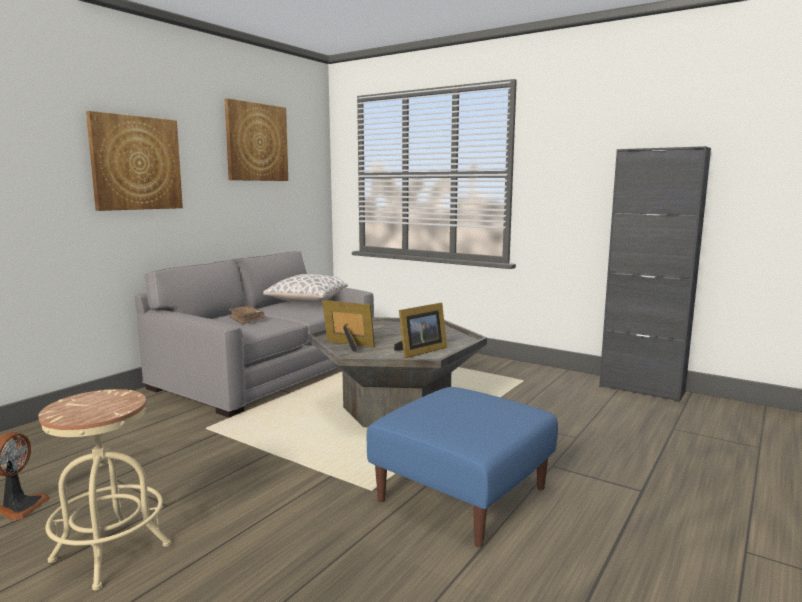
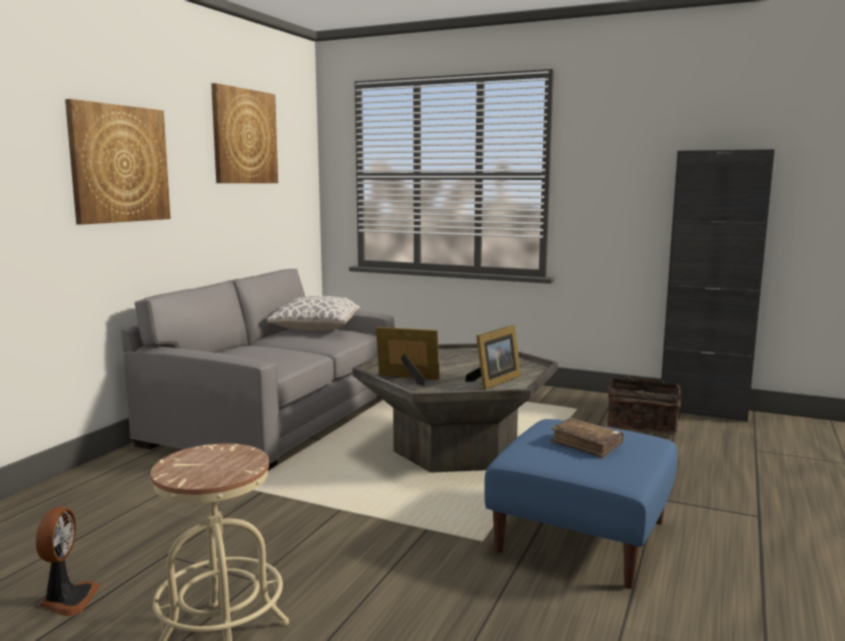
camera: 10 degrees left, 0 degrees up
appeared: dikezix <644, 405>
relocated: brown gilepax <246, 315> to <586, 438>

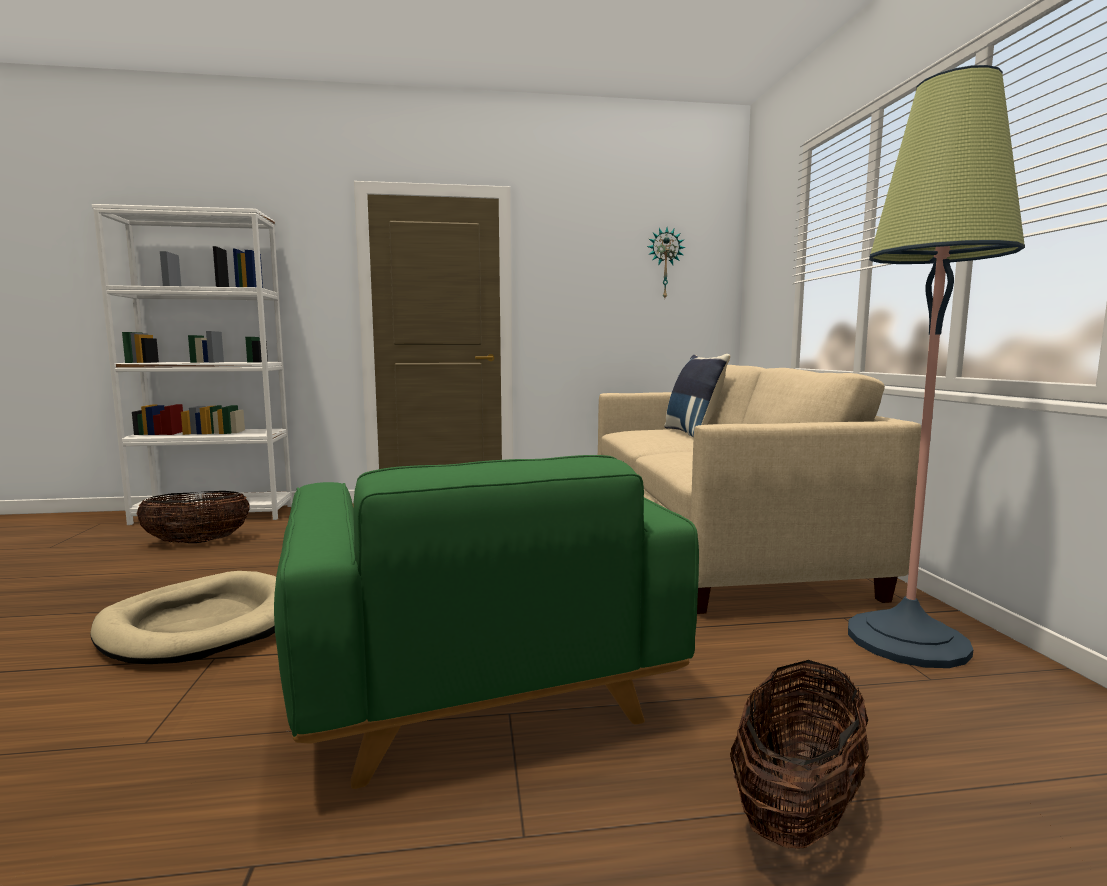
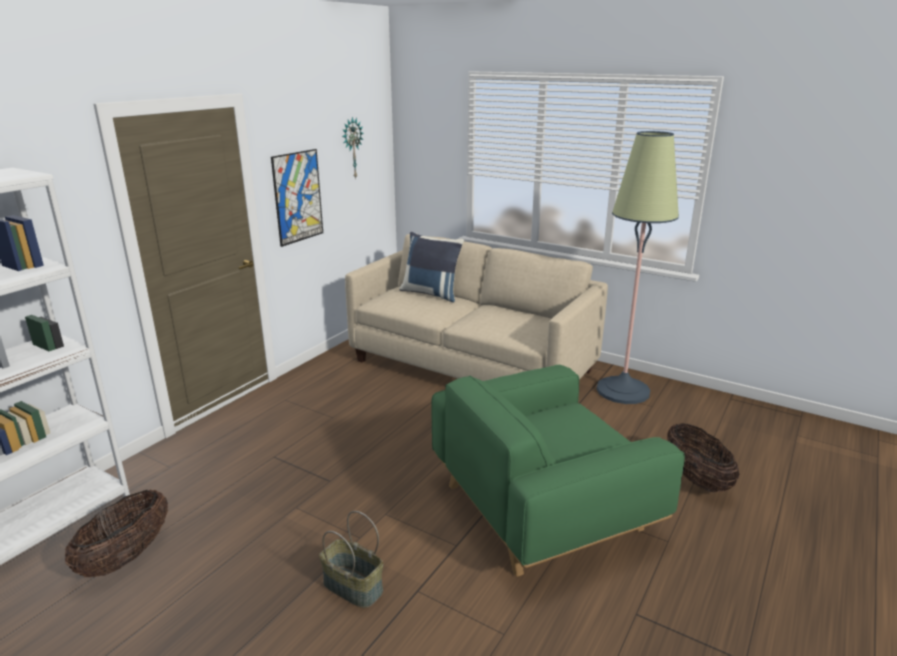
camera: 50 degrees left, 15 degrees up
appeared: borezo <297, 198>
exchanged: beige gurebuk <183, 617> to dikezix <351, 559>
spun: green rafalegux <486, 622> = <558, 471> 135 degrees clockwise

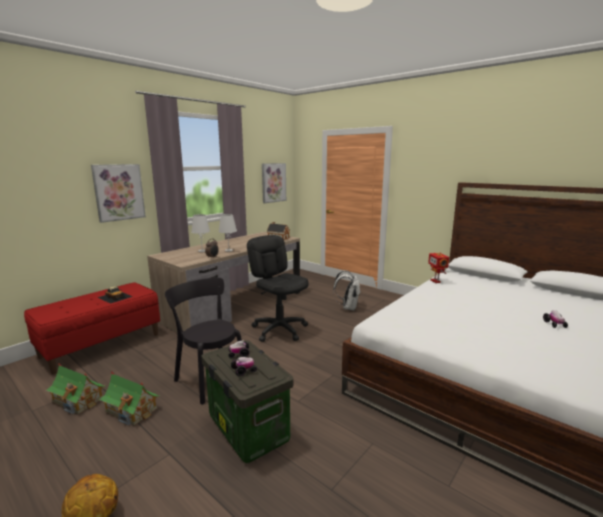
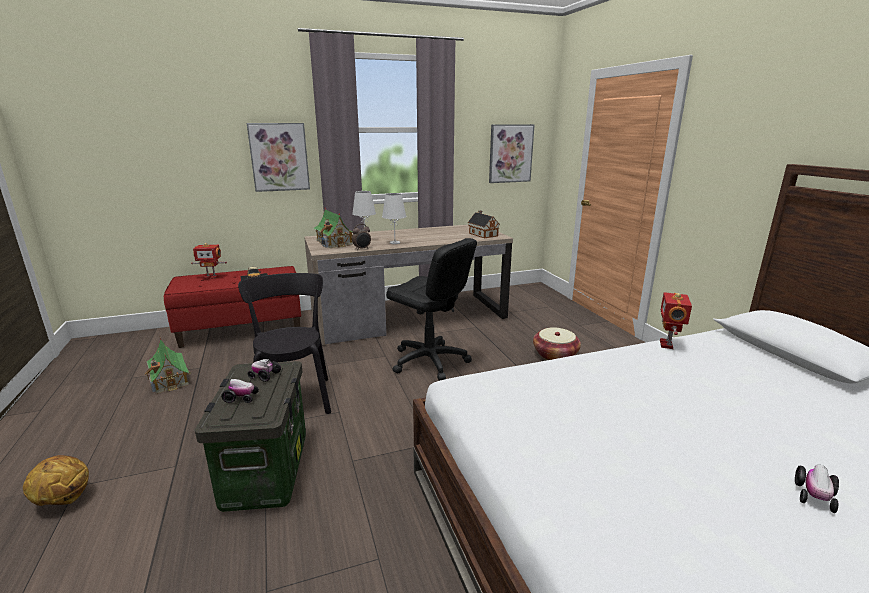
camera: 30 degrees right, 5 degrees up
appeared: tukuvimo <209, 261>
relocated: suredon <129, 399> to <333, 228>
exchanged: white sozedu <346, 290> to dikezix <557, 343>
spun: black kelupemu <278, 288> = <431, 309> 135 degrees clockwise

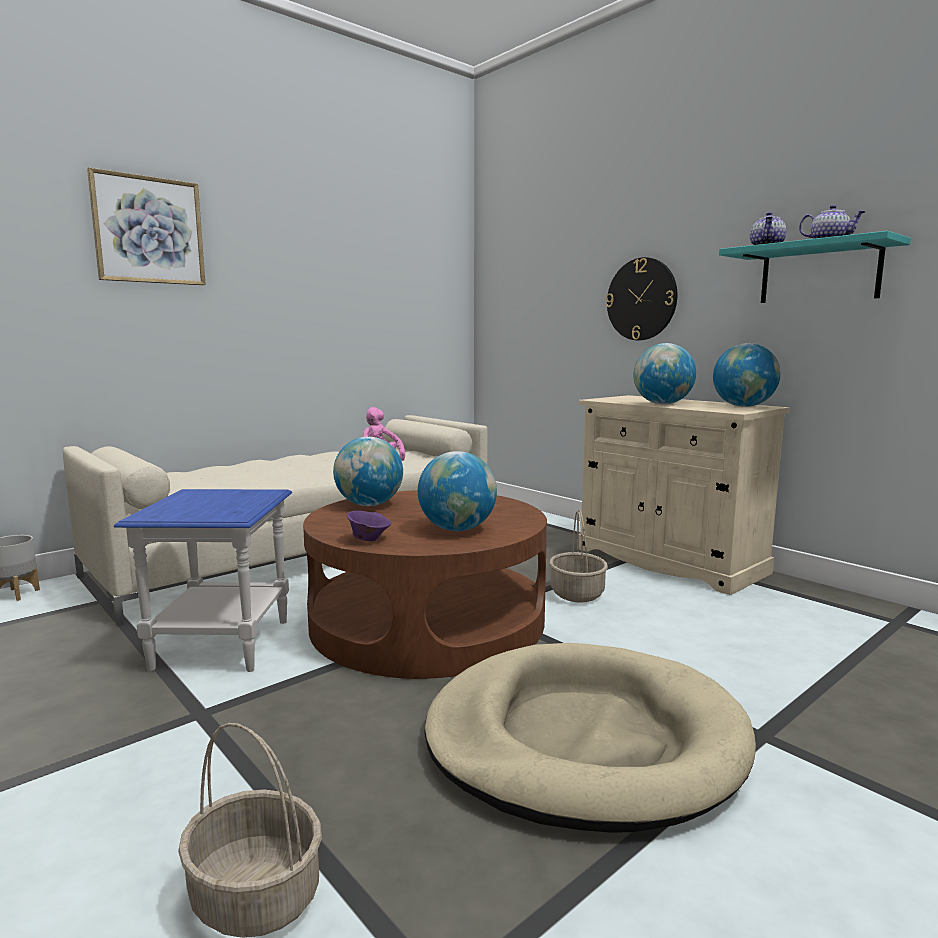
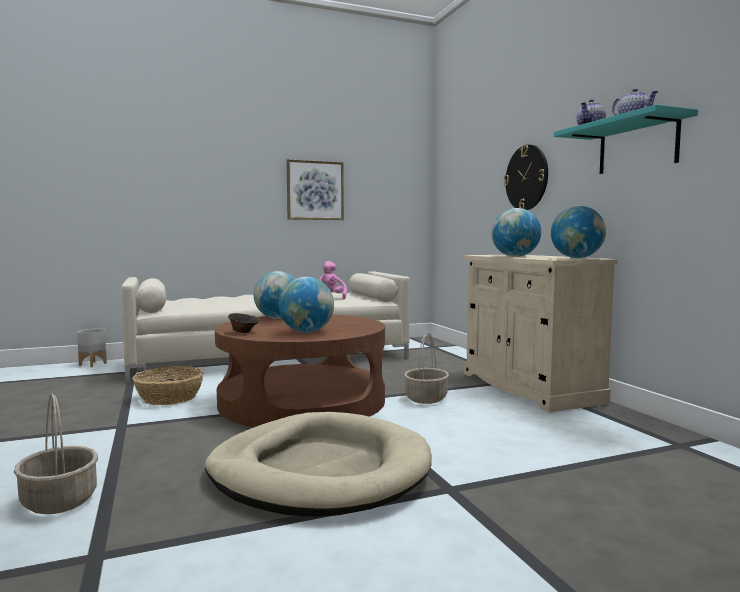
camera: 20 degrees right, 5 degrees down
relocated: borezo <146, 226> to <315, 189>
exchanged: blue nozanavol <203, 580> to dikezix <168, 385>
colour: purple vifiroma <369, 526> to brown vifiroma <243, 323>

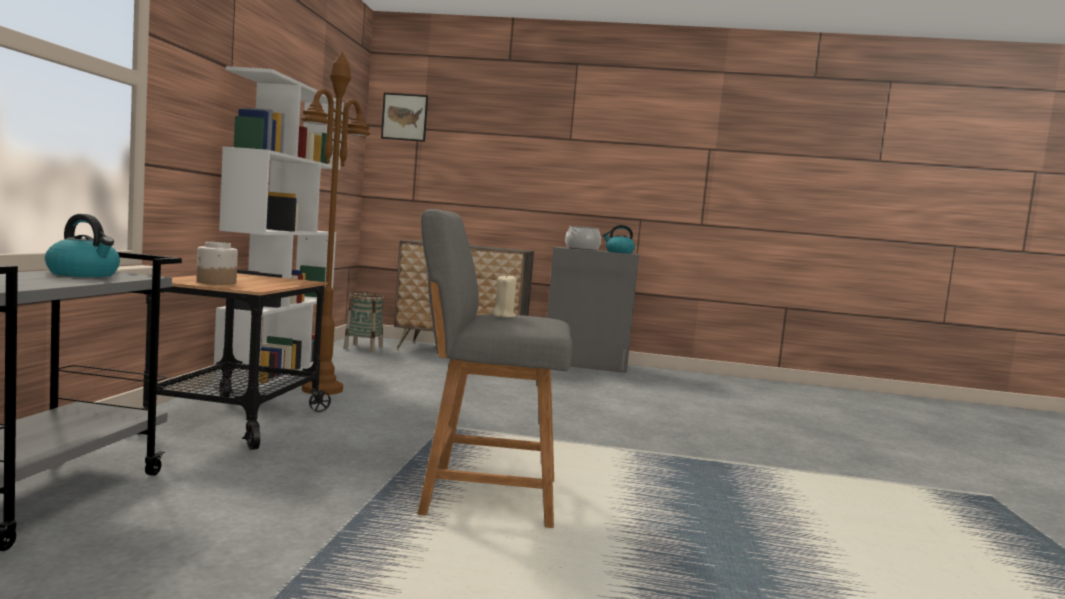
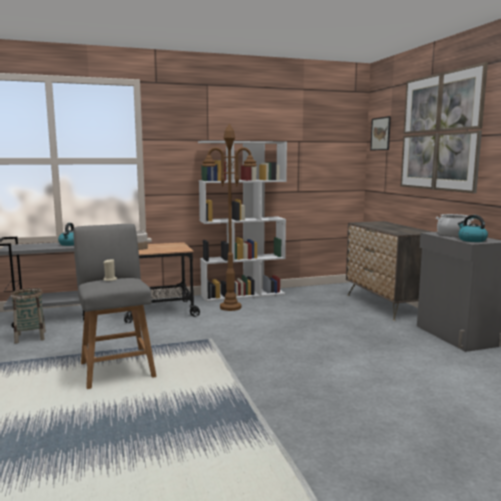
camera: 65 degrees right, 5 degrees up
appeared: borezo <444, 127>
relocated: dikezix <364, 322> to <28, 316>

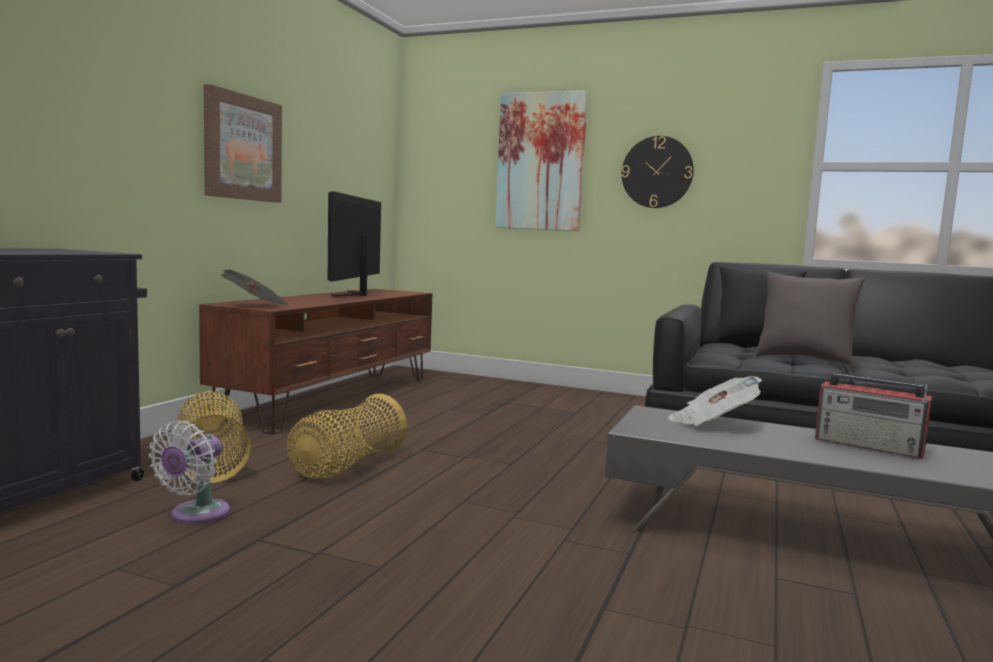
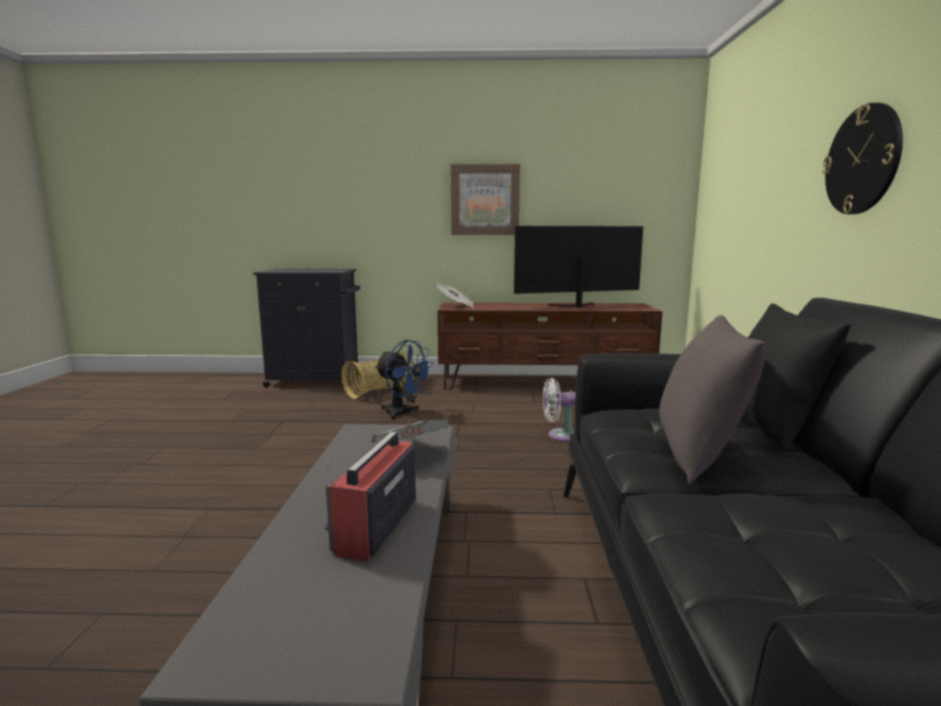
camera: 70 degrees right, 5 degrees up
missing: borezo <541, 160>
relocated: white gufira <189, 472> to <559, 410>
exchanged: dikezix <347, 436> to blue gufira <404, 380>

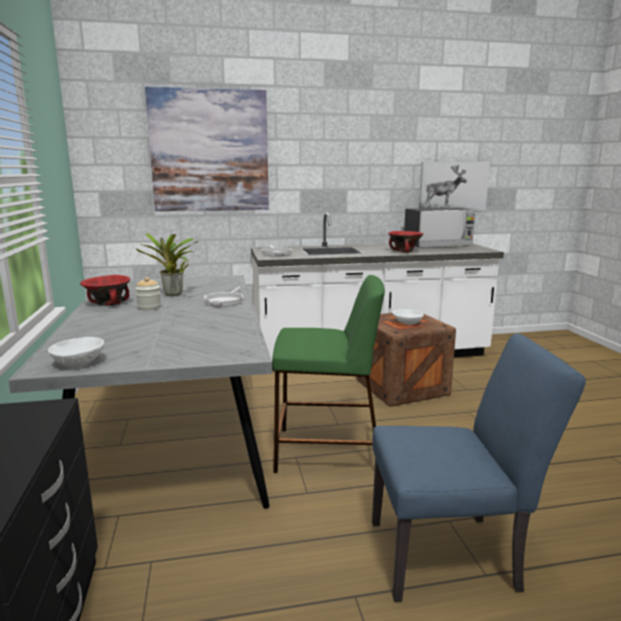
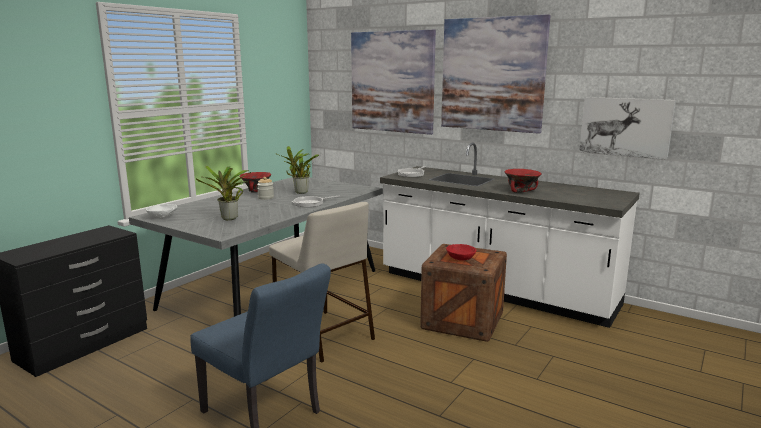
camera: 45 degrees right, 0 degrees up
missing: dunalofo <439, 228>
appeared: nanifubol <223, 193>; borezo <496, 74>
colour: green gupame <328, 374> to beige gupame <322, 282>; white vifiroma <408, 317> to red vifiroma <461, 252>

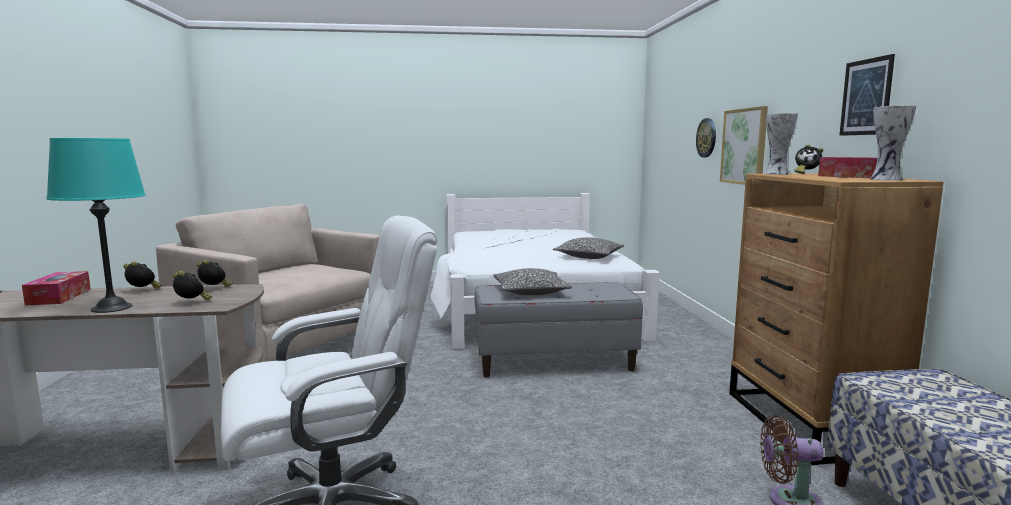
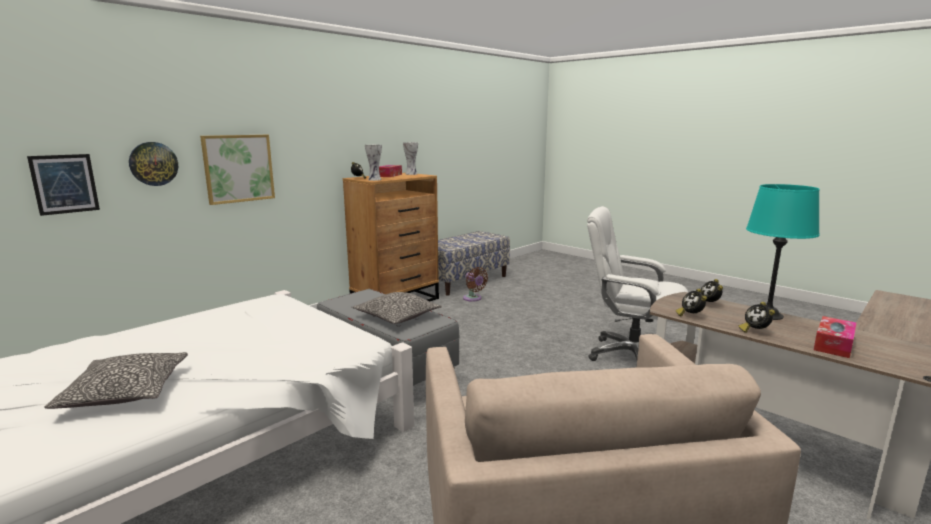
camera: 130 degrees left, 5 degrees up
relocated: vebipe <588, 248> to <116, 380>; borezo <867, 95> to <63, 185>

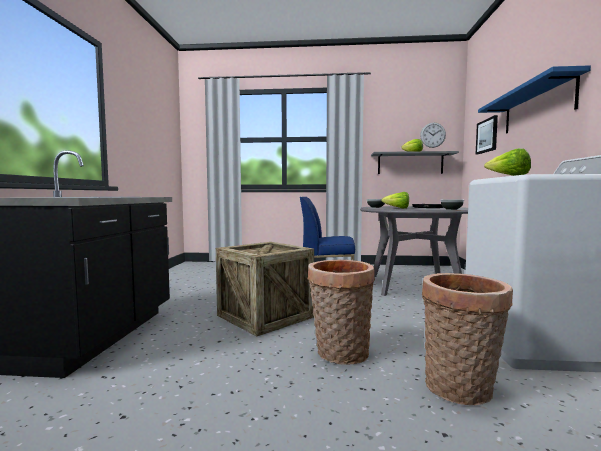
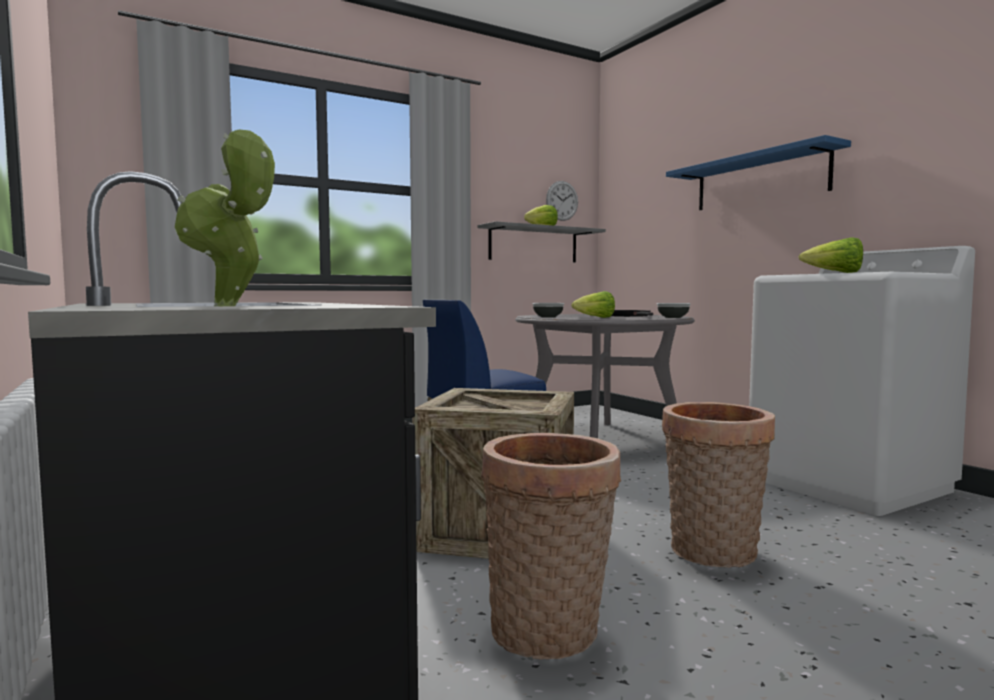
camera: 35 degrees left, 0 degrees up
missing: borezo <487, 134>
appeared: nanifubol <225, 217>
relocated: dikezix <467, 339> to <551, 546>

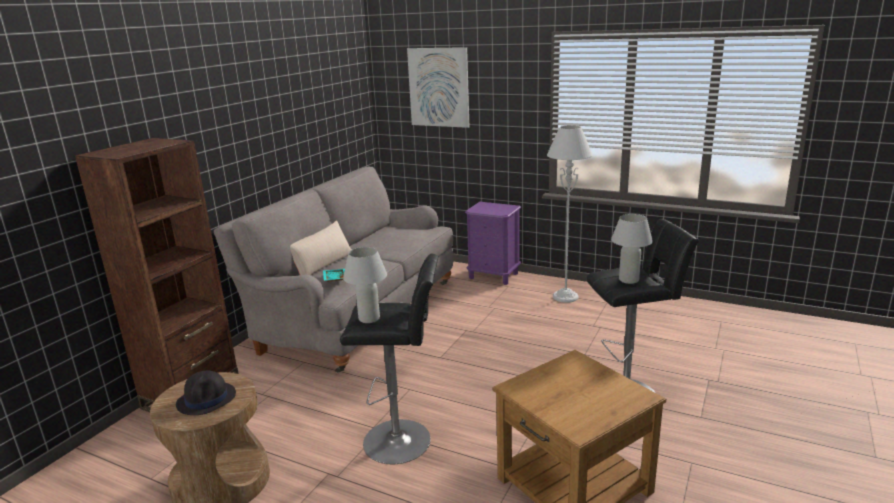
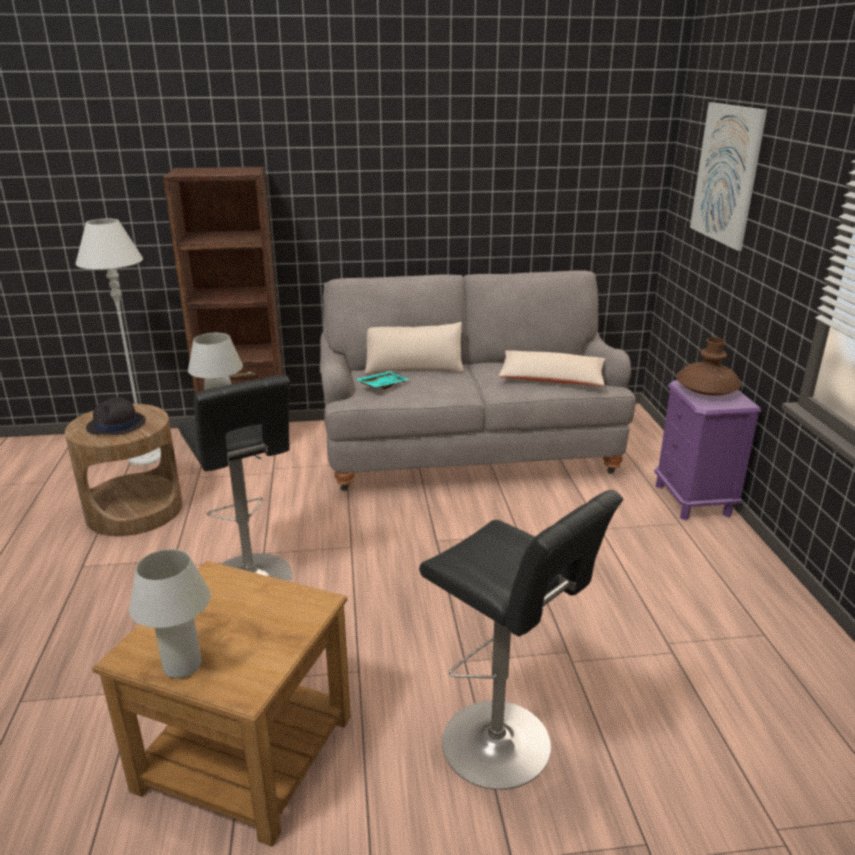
camera: 55 degrees right, 5 degrees up
appeared: beige vebipe <552, 368>; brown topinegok <708, 366>
relocated: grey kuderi <569, 214> to <118, 342>; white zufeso <632, 249> to <170, 613>

